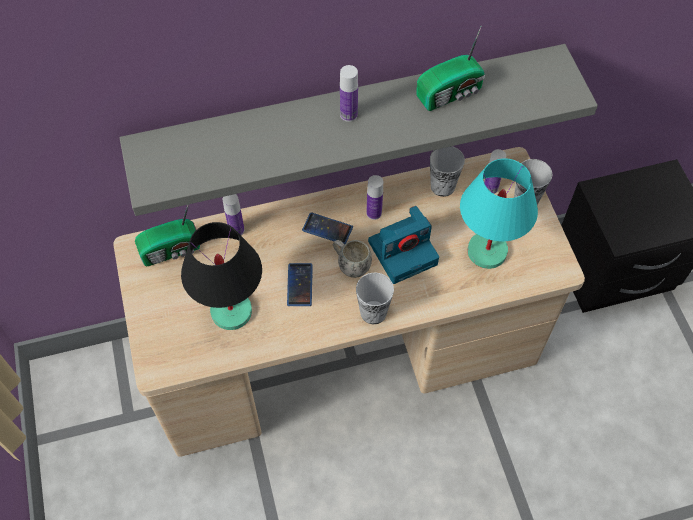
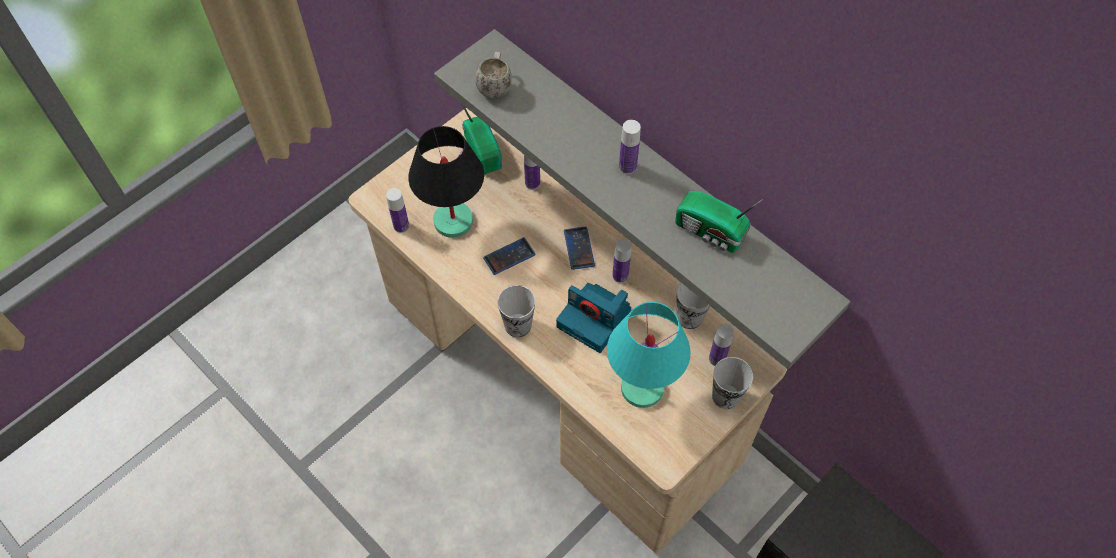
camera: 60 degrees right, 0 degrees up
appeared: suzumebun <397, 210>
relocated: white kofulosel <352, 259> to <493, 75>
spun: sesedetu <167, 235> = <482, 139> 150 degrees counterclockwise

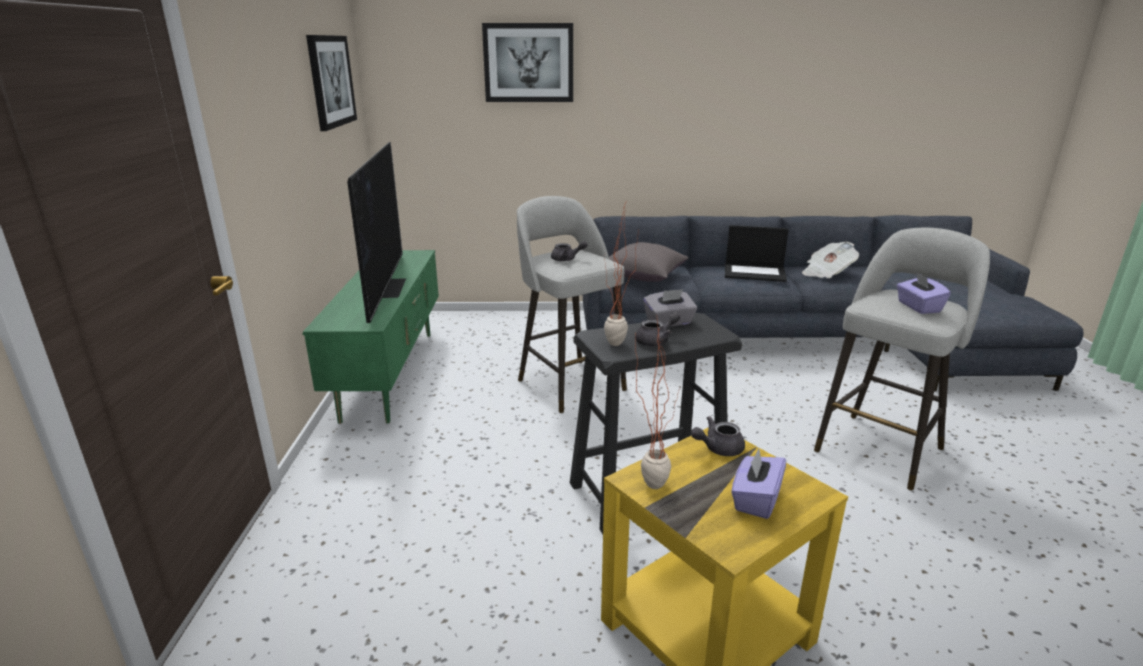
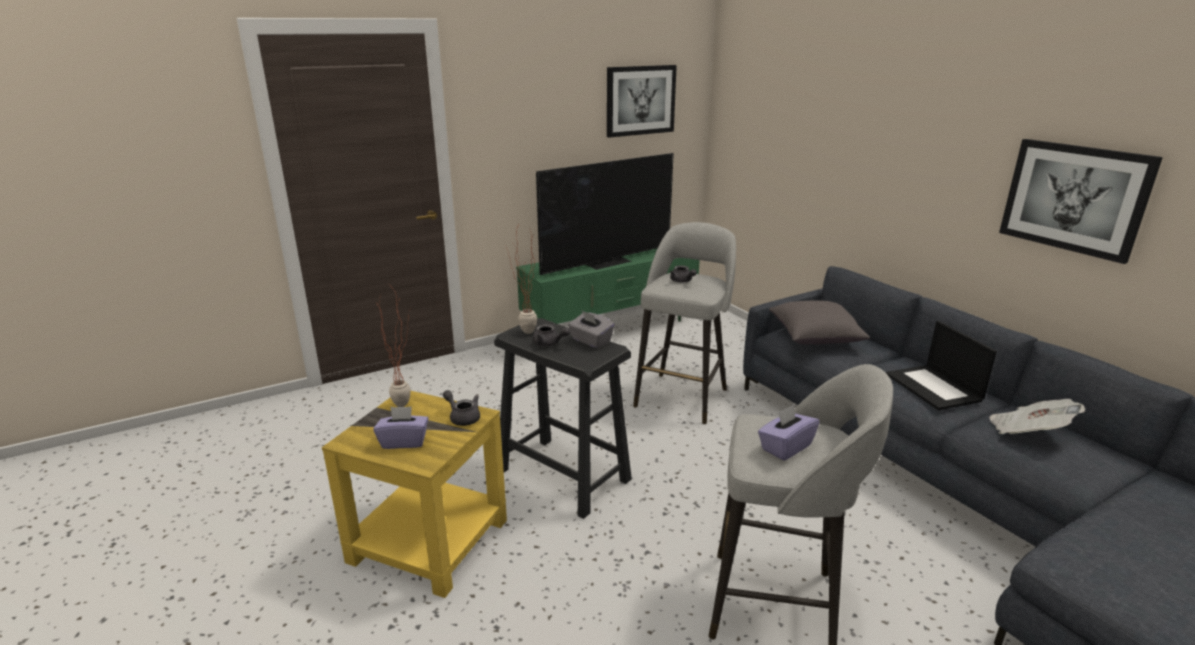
camera: 60 degrees right, 0 degrees up
relocated: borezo <527, 62> to <1081, 201>

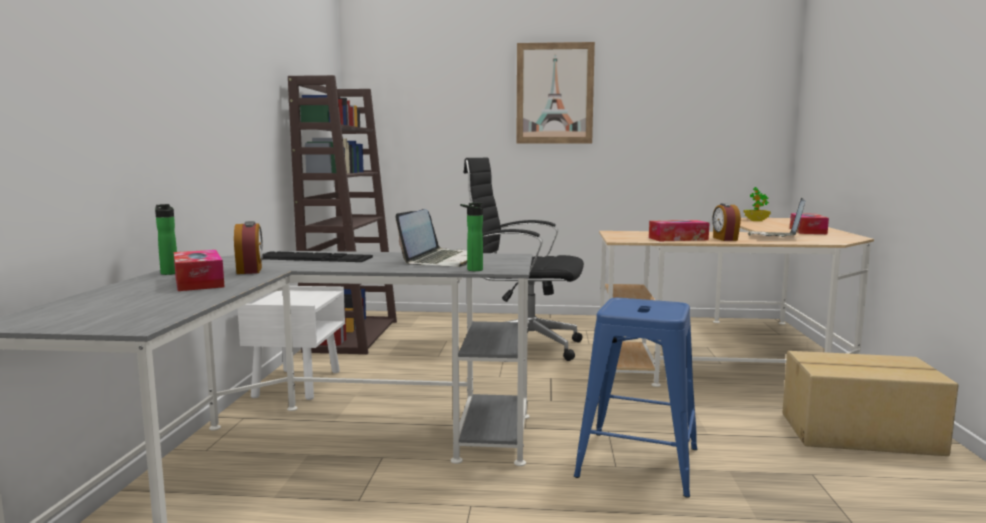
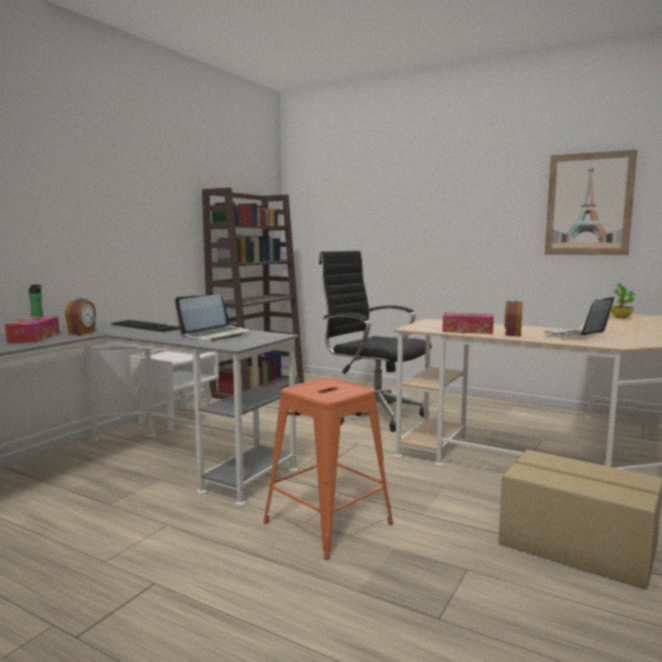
camera: 25 degrees right, 0 degrees up
missing: suzumebun <471, 236>; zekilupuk <809, 223>
relocated: borezo <555, 93> to <591, 202>
colour: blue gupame <635, 398> to orange gupame <328, 469>

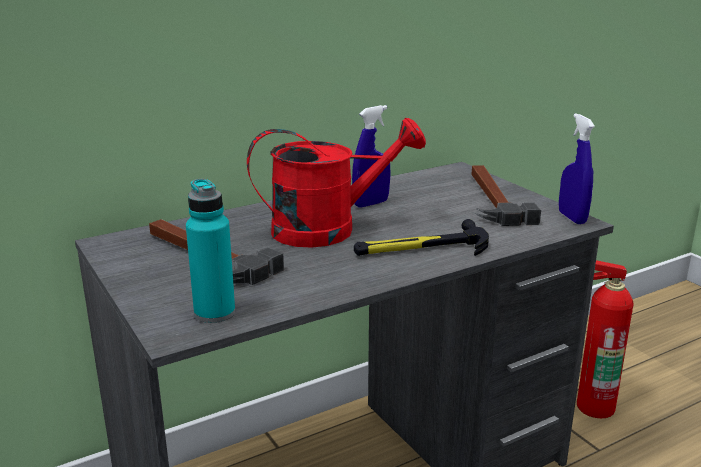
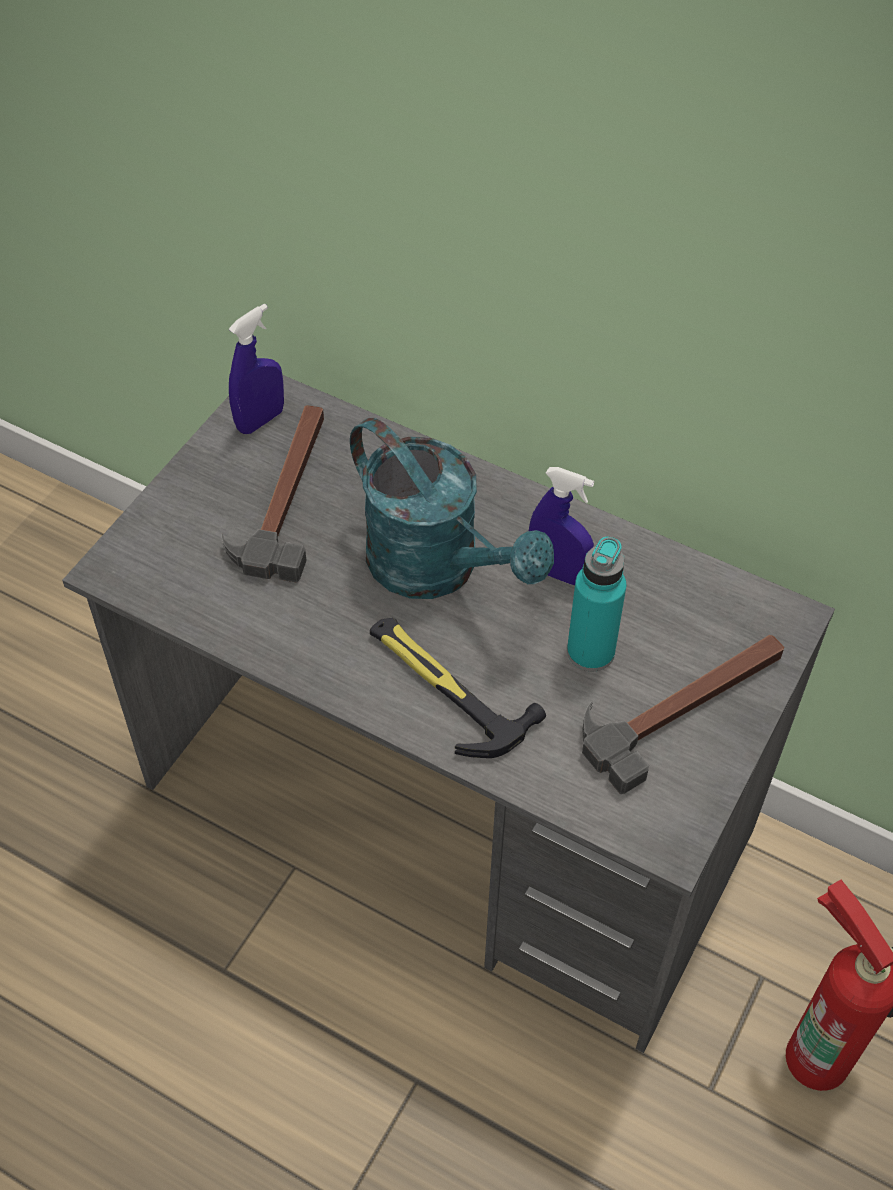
camera: 60 degrees right, 30 degrees up
relocated: turquoise suzumebun <210, 251> to <596, 604>; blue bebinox <577, 168> to <256, 368>
colour: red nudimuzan <336, 183> to turquoise nudimuzan <452, 508>

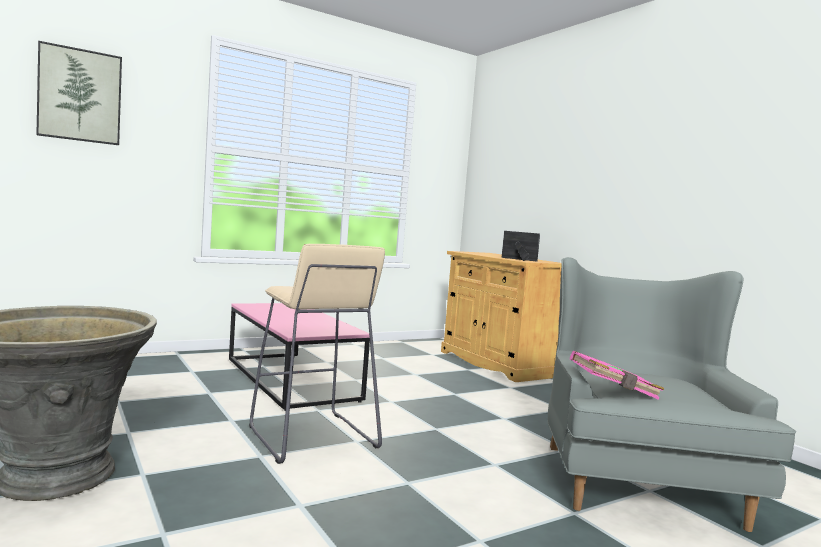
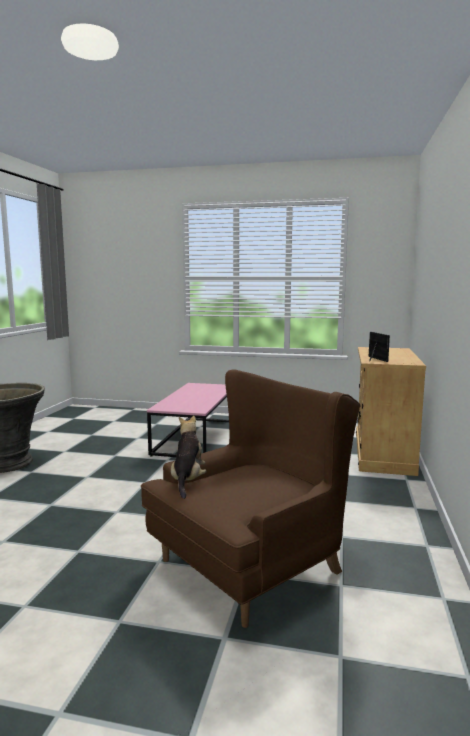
camera: 45 degrees right, 5 degrees up
missing: borezo <79, 93>; beige gupame <317, 354>
exchanged: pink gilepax <617, 375> to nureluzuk <189, 457>
colour: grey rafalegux <671, 394> to brown rafalegux <250, 498>

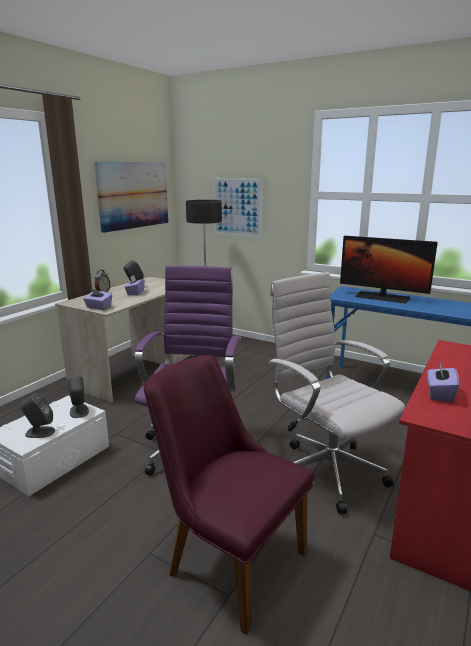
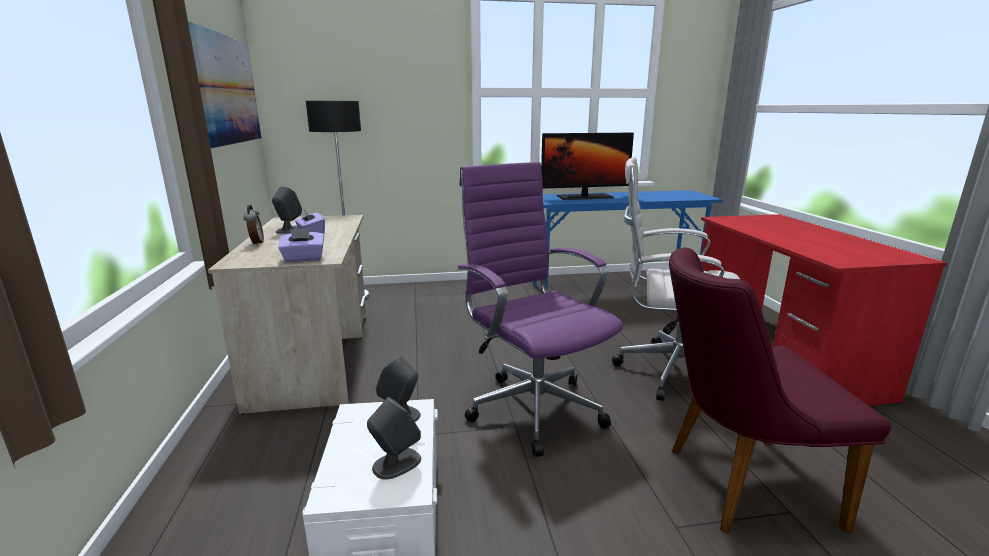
camera: 40 degrees left, 0 degrees up
missing: borezo <238, 207>; purple zekilupuk <443, 382>

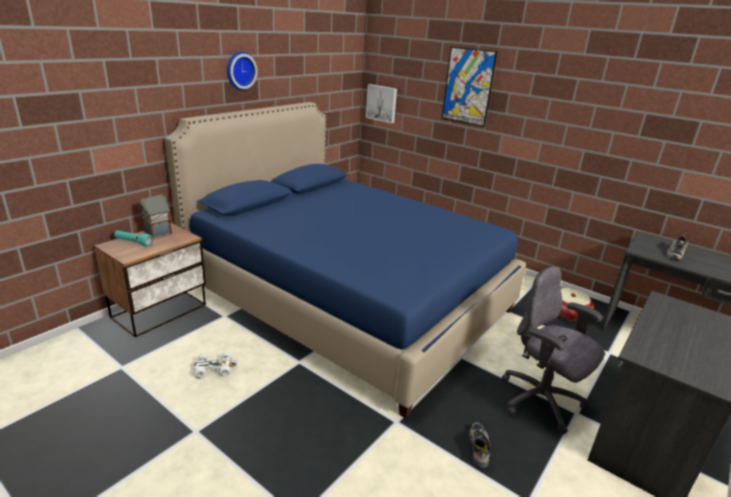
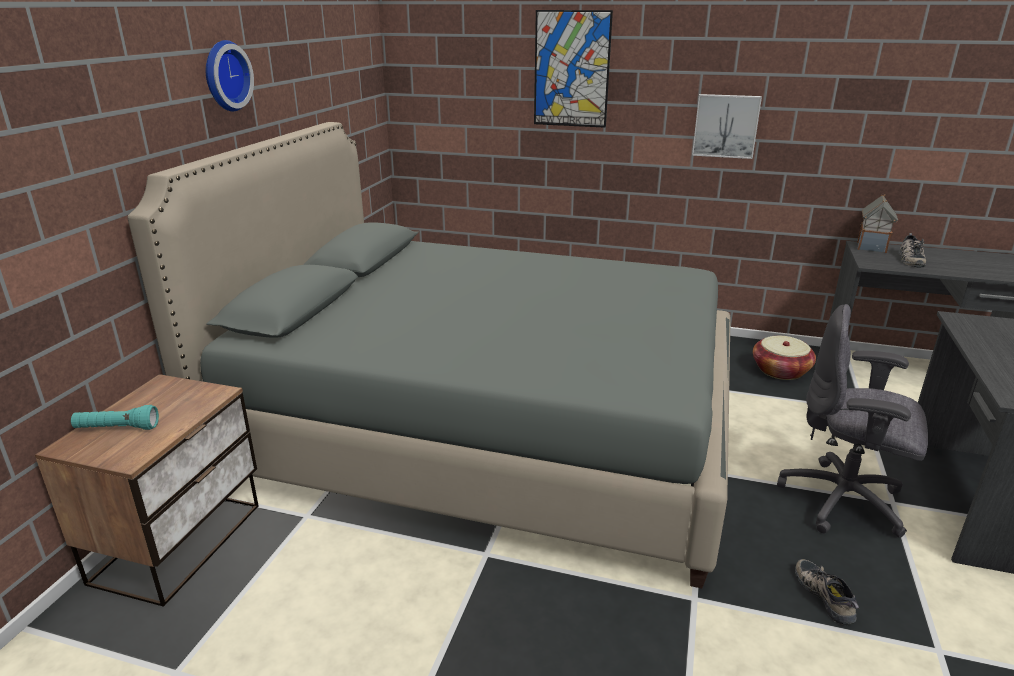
camera: 20 degrees left, 0 degrees up
missing: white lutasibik <215, 365>
relocated: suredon <155, 216> to <877, 224>; borezo <381, 103> to <727, 126>
colour: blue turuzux <345, 260> to grey turuzux <429, 355>

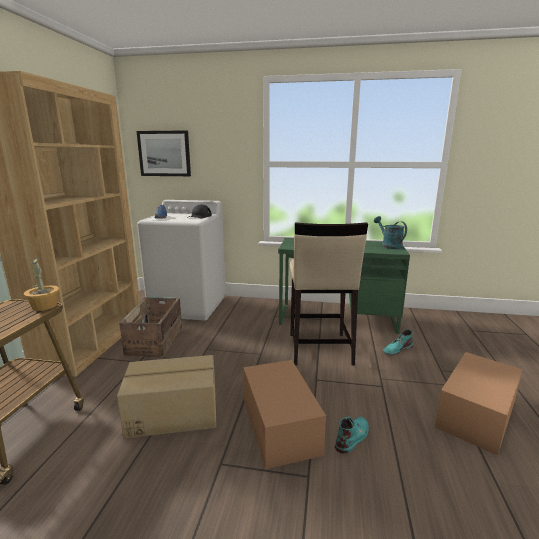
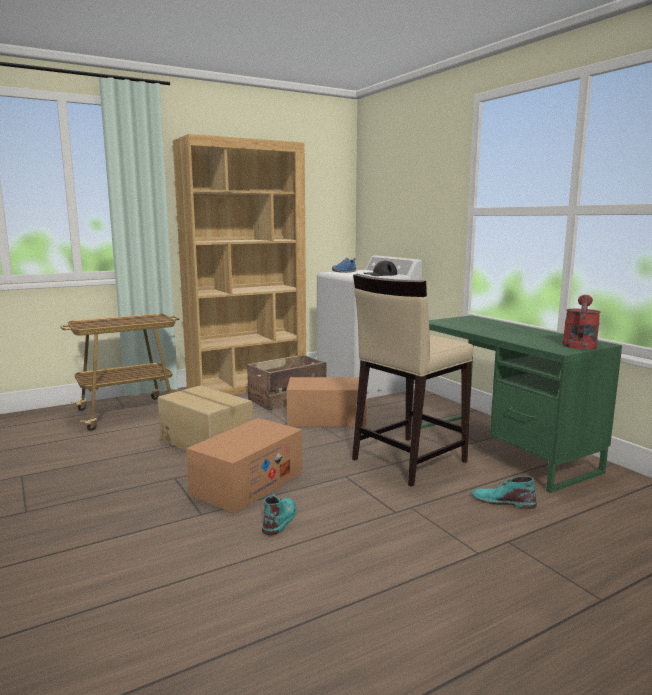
camera: 50 degrees right, 5 degrees down
missing: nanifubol <41, 284>; borezo <163, 153>
relocated: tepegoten <478, 404> to <327, 402>
colour: turquoise nudimuzan <390, 232> to red nudimuzan <581, 322>
spun: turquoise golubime <352, 435> = <279, 514> 75 degrees counterclockwise

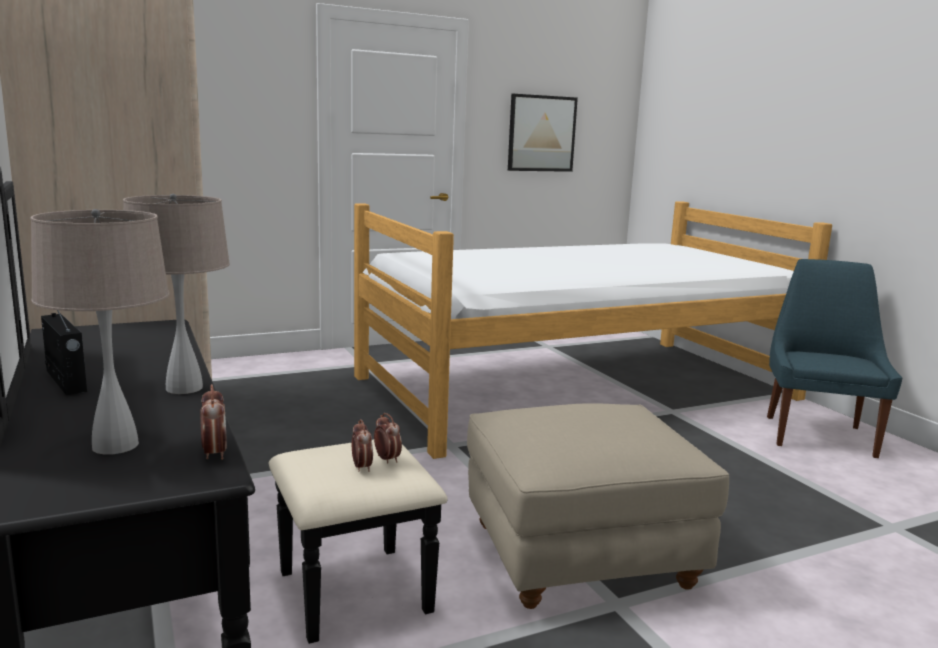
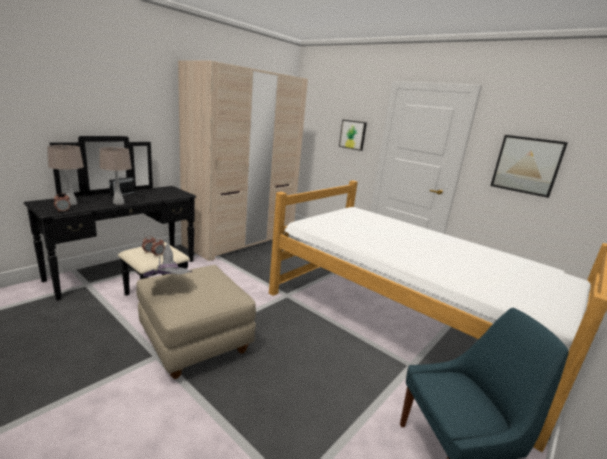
camera: 65 degrees right, 5 degrees up
appeared: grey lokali <167, 260>; borezo <353, 135>

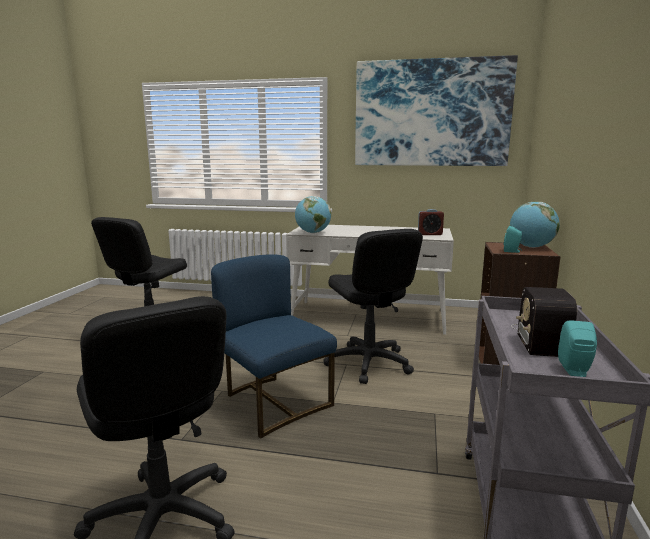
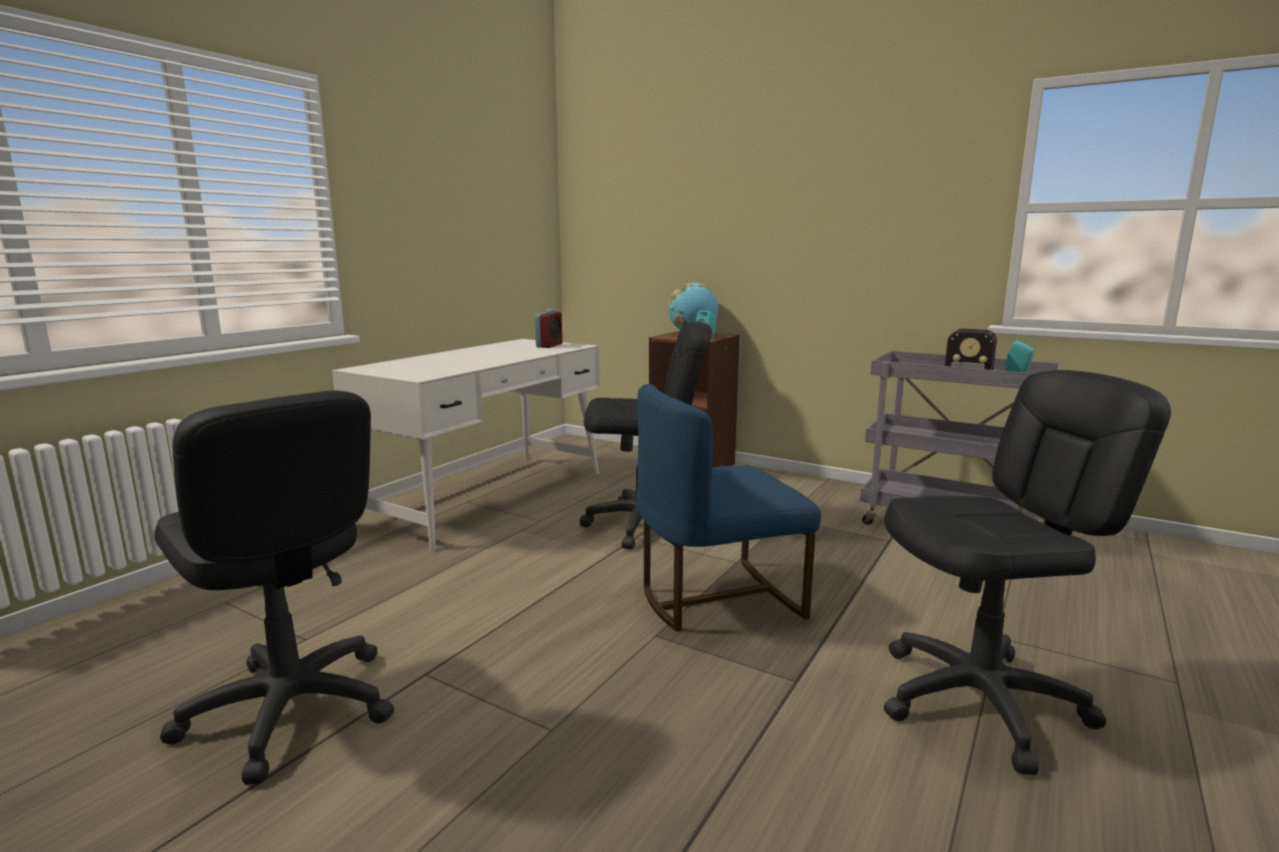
camera: 70 degrees left, 0 degrees up
missing: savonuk <313, 214>; borezo <436, 110>

